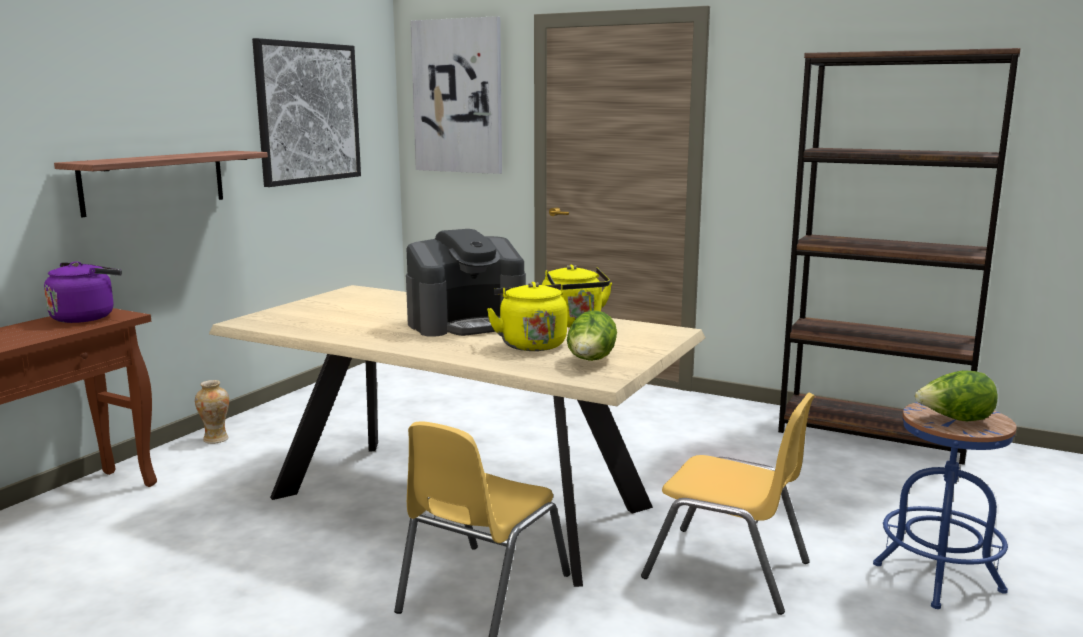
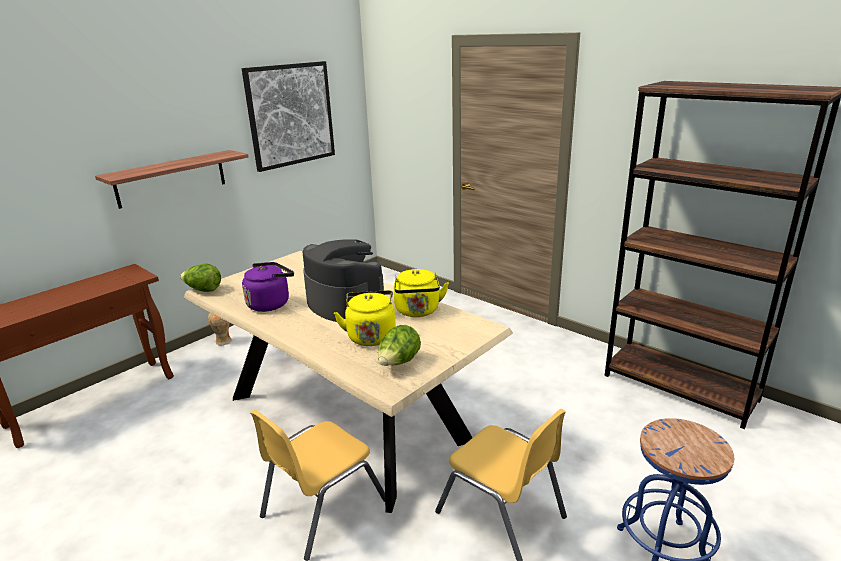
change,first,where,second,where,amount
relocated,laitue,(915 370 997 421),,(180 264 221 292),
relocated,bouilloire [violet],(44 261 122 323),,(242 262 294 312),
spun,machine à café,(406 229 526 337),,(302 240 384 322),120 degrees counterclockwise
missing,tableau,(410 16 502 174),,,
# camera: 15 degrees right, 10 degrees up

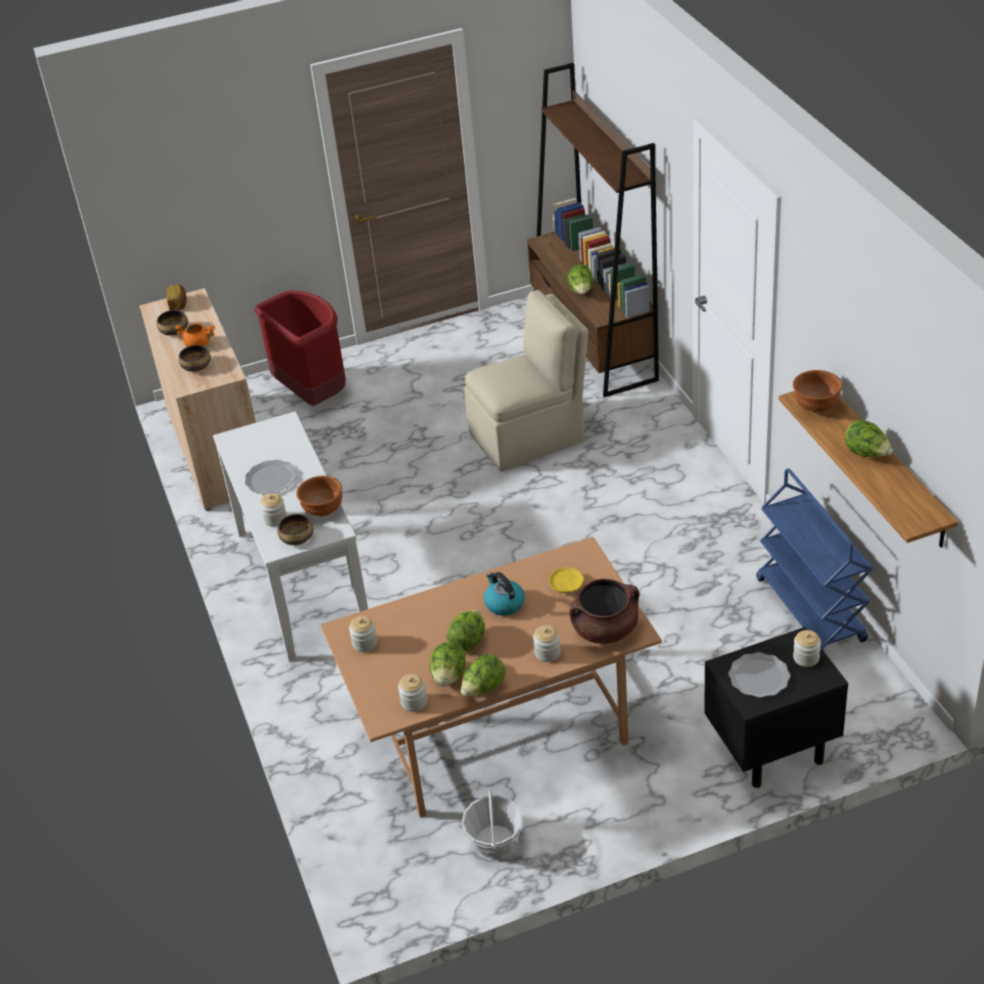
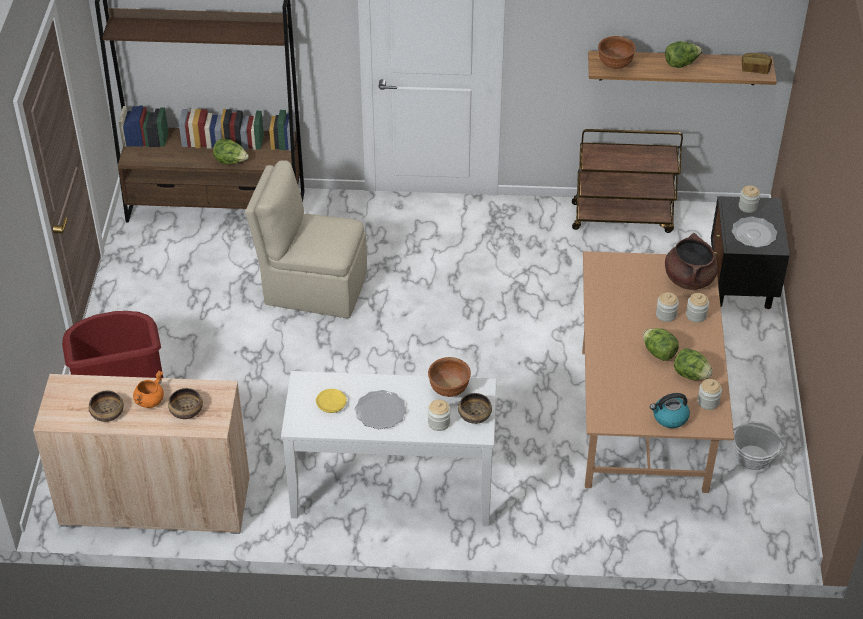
change,first,where,second,where,amount
spun,chaise [beige],(464 290 589 472),,(245 160 367 318),75 degrees counterclockwise
relocated,assiette [jaune],(549 567 584 593),,(316 389 347 413),
colour,chariot [bleu],(756 468 873 651),chariot [marron],(572 129 683 233),
relocated,bouilloire,(484 572 525 616),,(650 393 690 428),
relocated,bocal,(349 616 377 652),,(656 292 679 322),
relocated,pain,(167 285 187 310),,(742 53 772 74),
missing,laitue,(461 654 506 696),,,
# camera: 70 degrees left, 5 degrees up

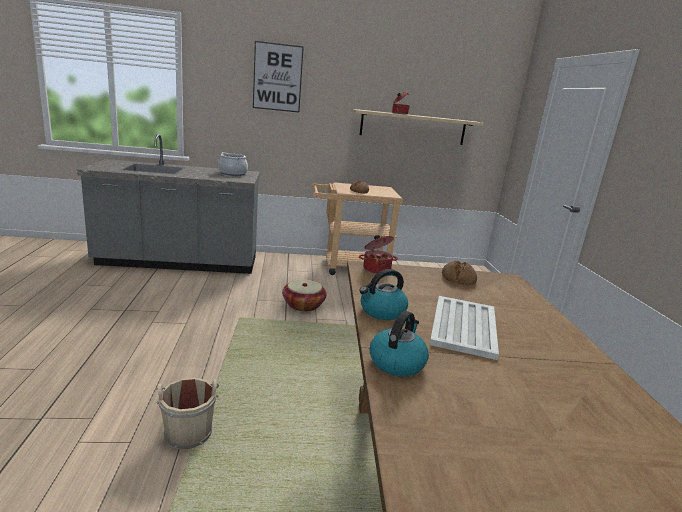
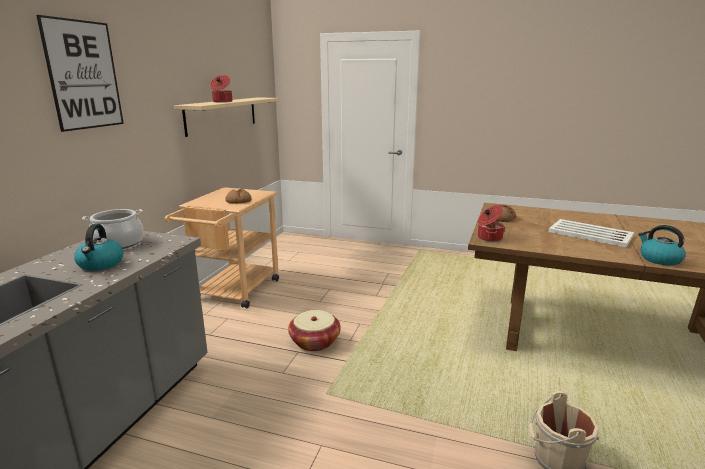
change,first,where,second,where,amount
relocated,bouilloire,(359 269 408 320),,(74 224 123 271),
# camera: 65 degrees left, 0 degrees up

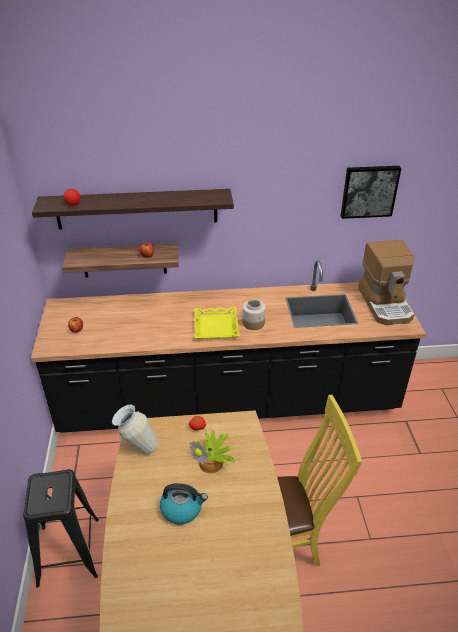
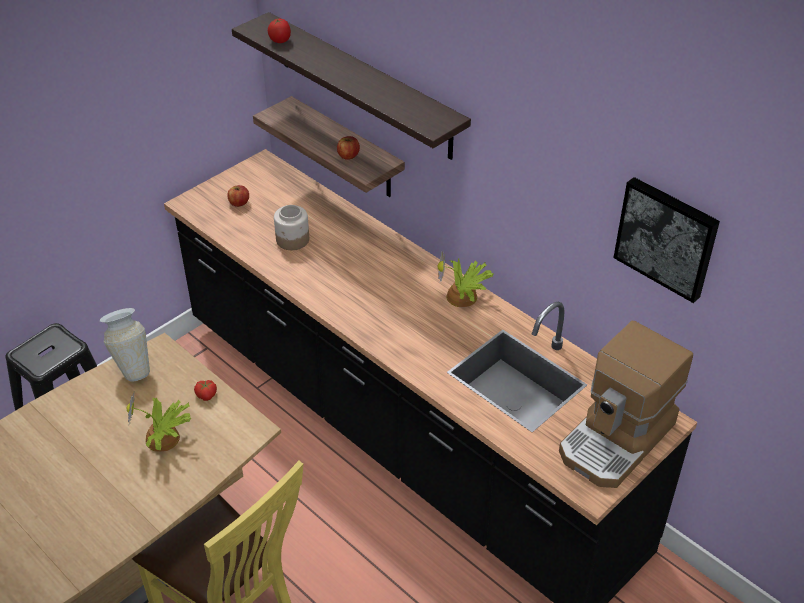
change,first,where,second,where,amount
relocated,bocal,(242 299 266 330),,(274 205 309 250),
appeared,,,plante en pot,(437 251 494 307),
missing,bouilloire,(160 483 208 525),,,
missing,plateau [jaune],(194 307 240 339),,,
# camera: 50 degrees right, 5 degrees up

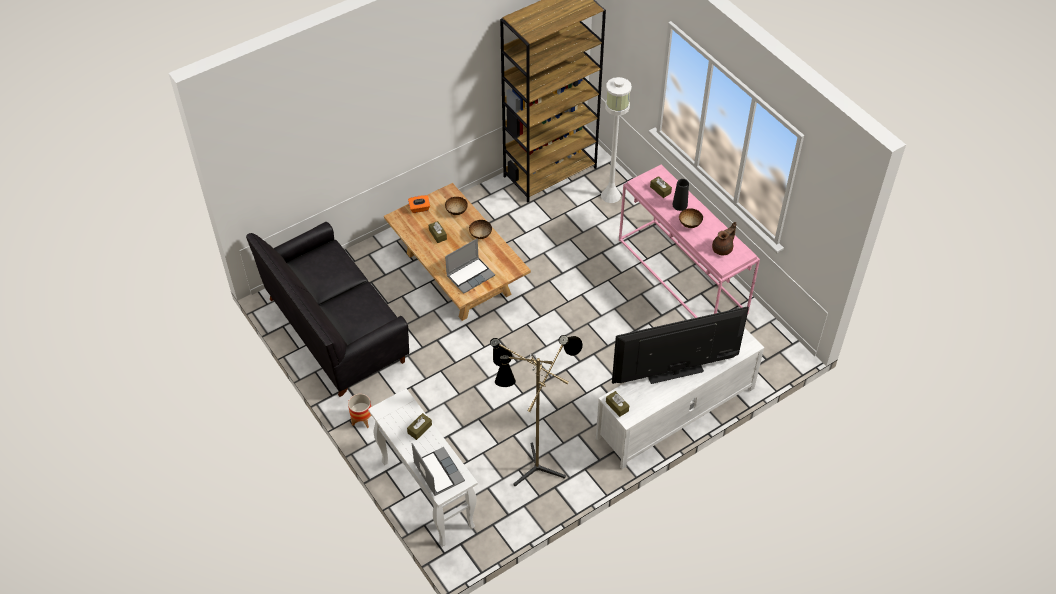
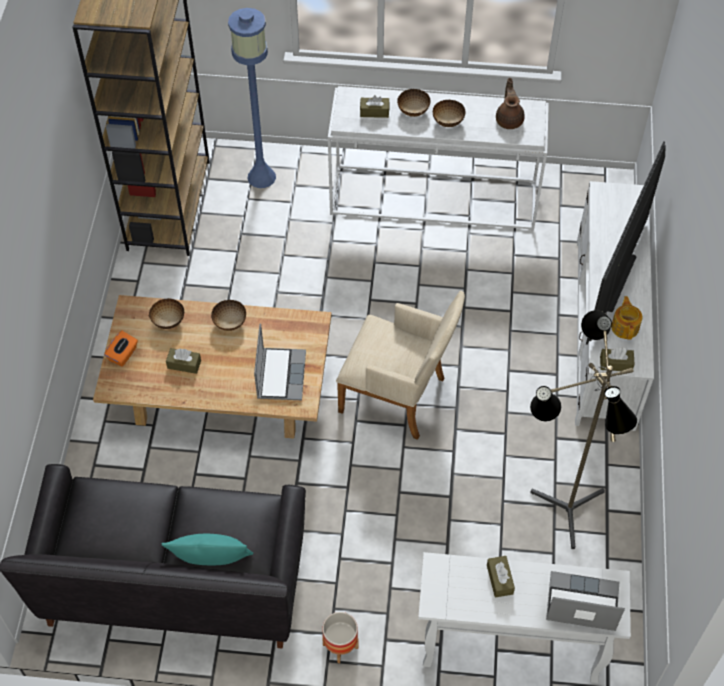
change,first,where,second,where,amount
appeared,,,coussin [turquoise],(162 534 253 565),
colour,lampadaire [blanc],(601 77 632 203),lampadaire [bleu],(228 8 276 188),
colour,table console [rose],(619 165 760 318),table console [blanc],(328 86 549 231),
appeared,,,fauteuil [beige],(336 291 465 440),
exchanged,vase [noir],(672 179 689 211),bol,(397 89 430 117),
appeared,,,théière,(611 296 642 340),
# camera: 50 degrees left, 5 degrees up

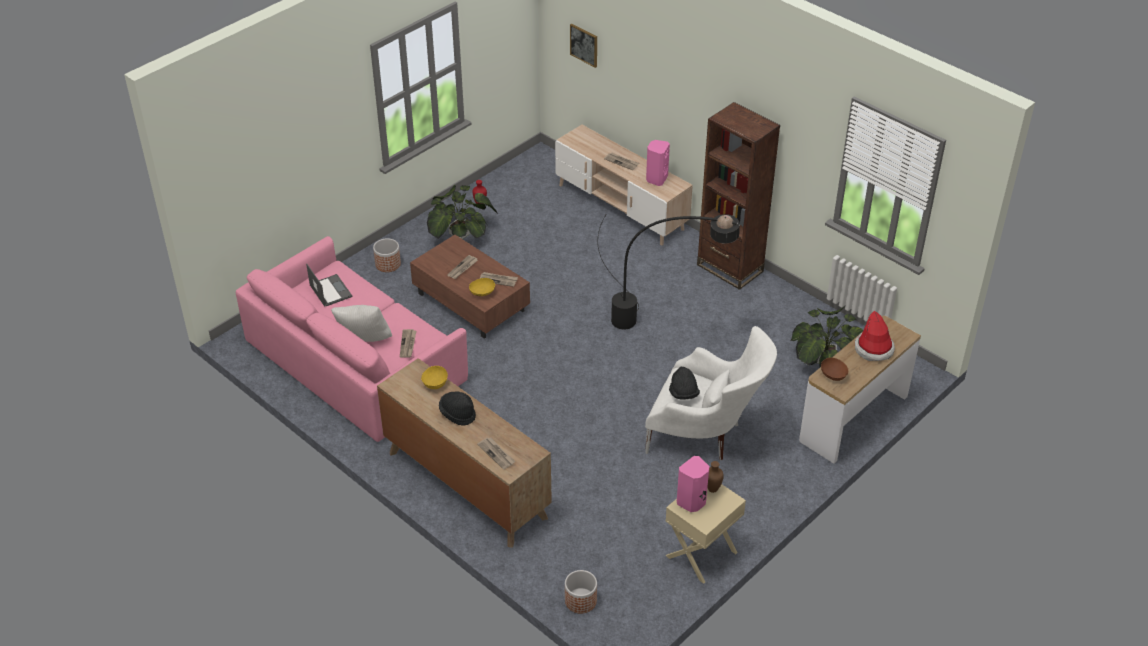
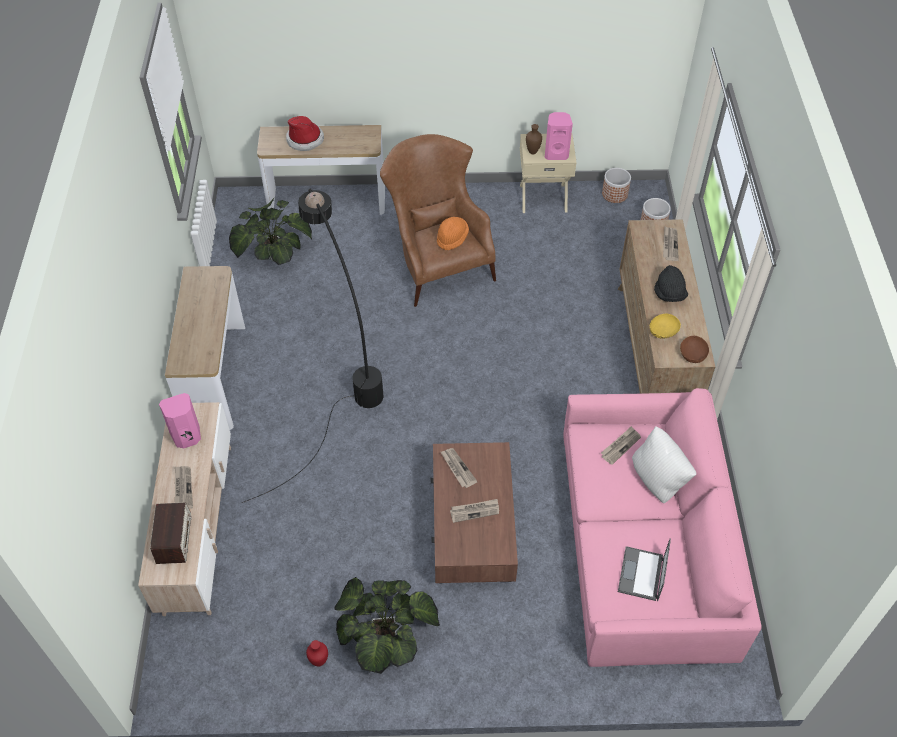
change,first,where,second,where,amount
appeared,,,radio,(150 502 192 564),
exchanged,bibliothèque [marron],(697 102 780 290),table console,(165 266 245 430),
colour,fauteuil [blanc],(645 326 777 461),fauteuil [marron],(380 134 496 307),
colour,chapeau [noir],(669 366 700 400),chapeau [orange],(437 217 469 250),
relocated,cache-pot,(373 238 401 272),,(602 168 631 203),
relocated,bol [marron],(821 358 849 381),,(680 336 709 363),
missing,bol [jaune],(469 278 495 296),,,
missing,tableau,(570 24 597 68),,,
# camera: 135 degrees left, 10 degrees up

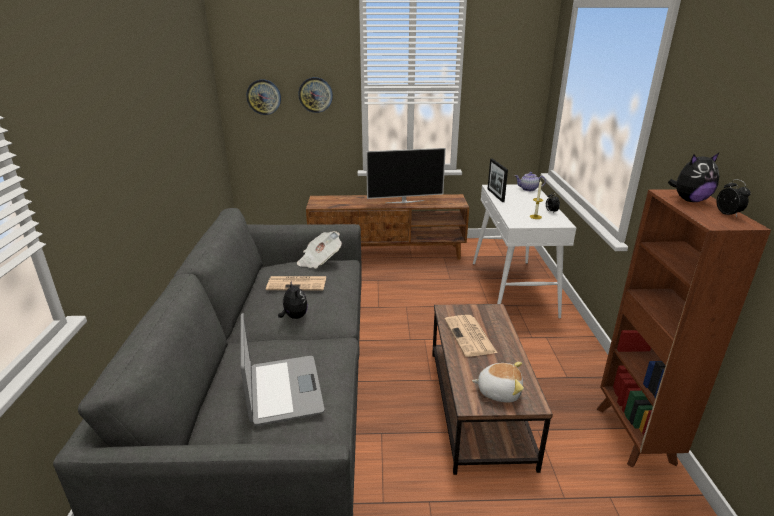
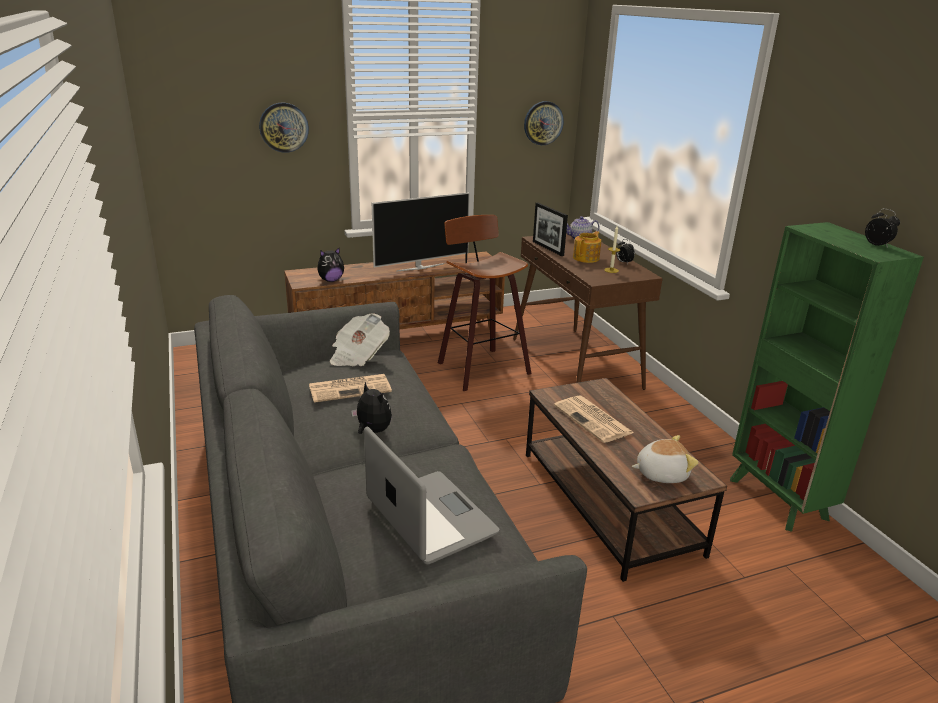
change,first,where,second,where,amount
relocated,peluche,(668 153 719 202),,(317 247 344 282),
appeared,,,tabouret,(438 215 531 391),
colour,table console [blanc],(473 185 576 319),table console [marron],(513 233 663 390),
relocated,horloge murale,(246 79 281 115),,(524 101 564 145),
appeared,,,théière,(573 231 601 263),
colour,bibliothèque [marron],(596 189 771 467),bibliothèque [vert],(730 222 924 532),
# camera: 20 degrees left, 0 degrees up

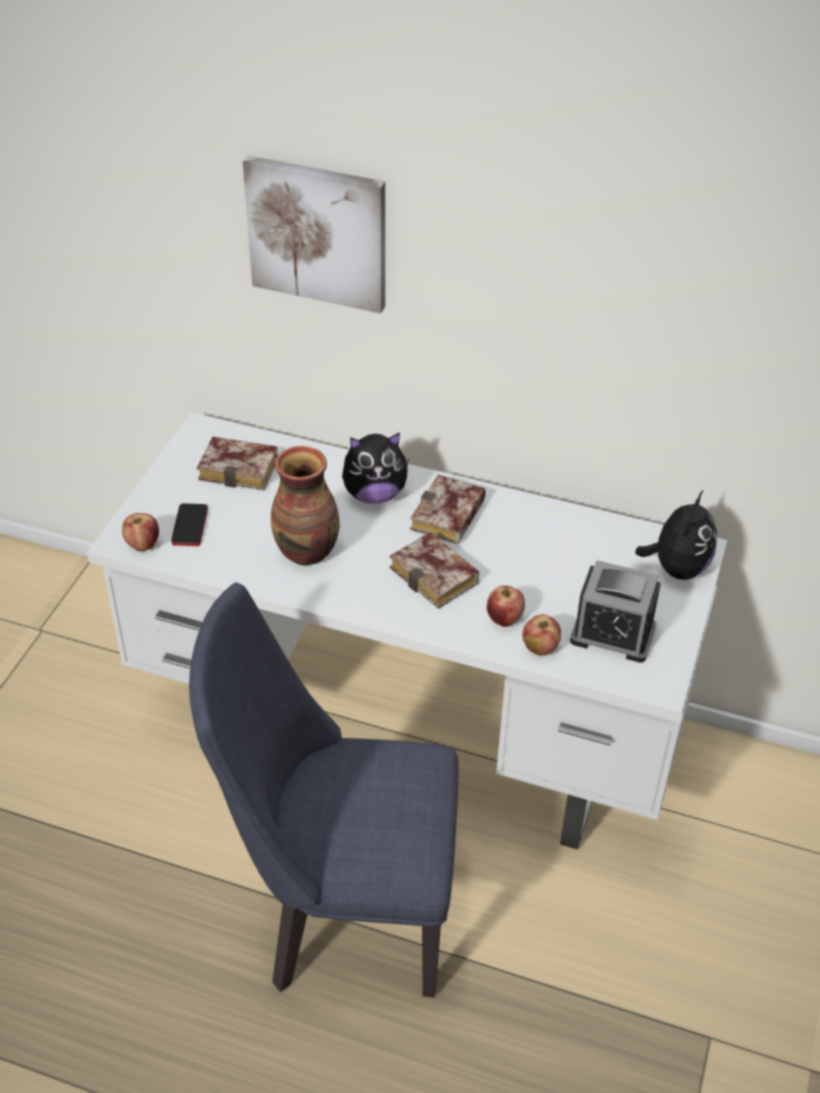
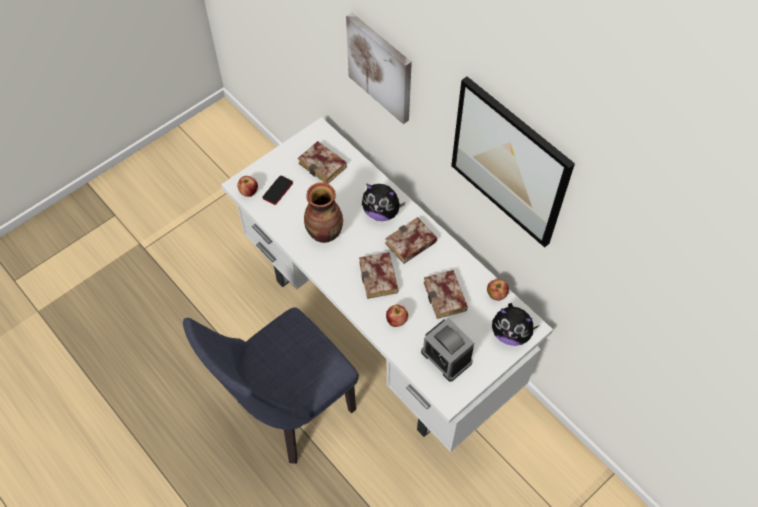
change,first,where,second,where,amount
spun,chaise [bleu],(189 582 459 997),,(183 307 359 464),75 degrees counterclockwise
appeared,,,livre,(423 270 468 319),
appeared,,,tableau,(451 76 575 248),
relocated,pomme,(522 614 561 656),,(487 279 509 301),
spun,peluche,(635 491 717 580),,(492 303 539 346),60 degrees clockwise
# camera: 30 degrees right, 15 degrees up

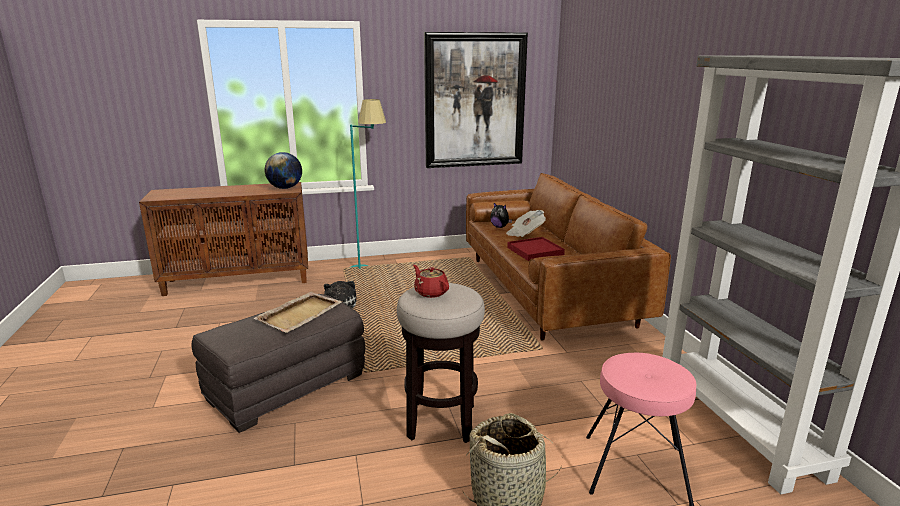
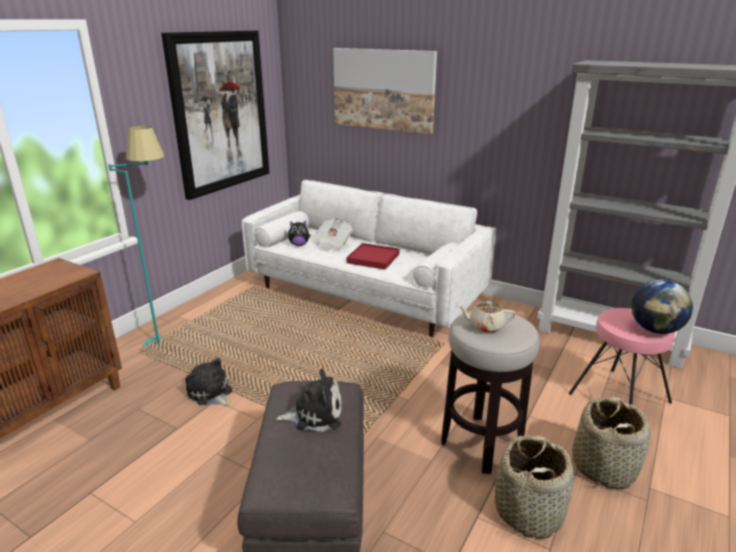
change,first,where,second,where,amount
colour,canapé [marron],(466 173 671 341),canapé [blanc],(242 180 496 337),
exchanged,plateau [beige],(253 292 342 333),peluche,(276 369 342 432),
appeared,,,tableau,(333 48 437 134),
colour,théière [rouge],(413 265 449 298),théière [beige],(458 301 516 333),
appeared,,,panier,(495 436 574 539),
relocated,globe,(265 152 302 189),,(631 279 693 334),
# camera: 45 degrees left, 5 degrees up

